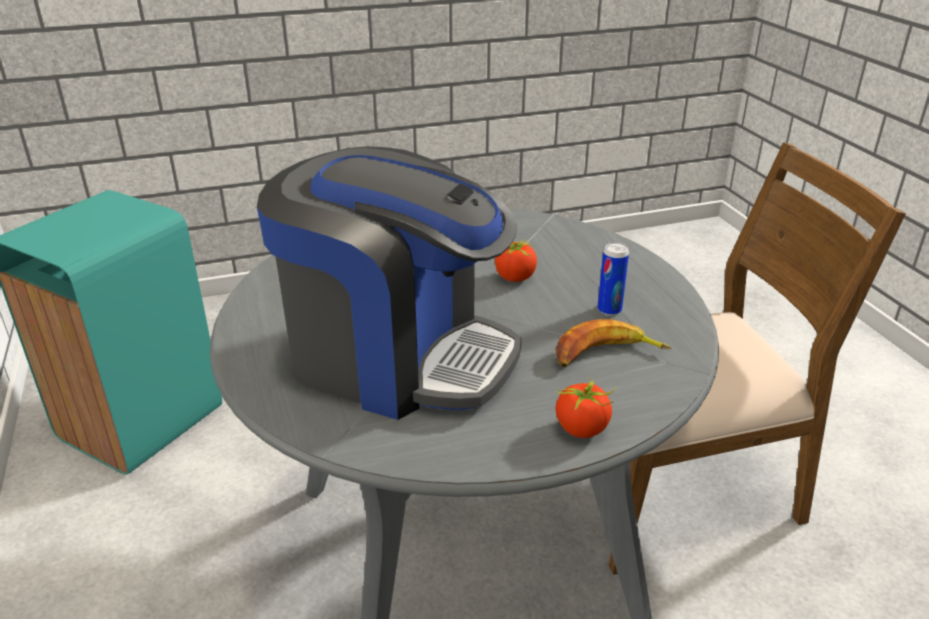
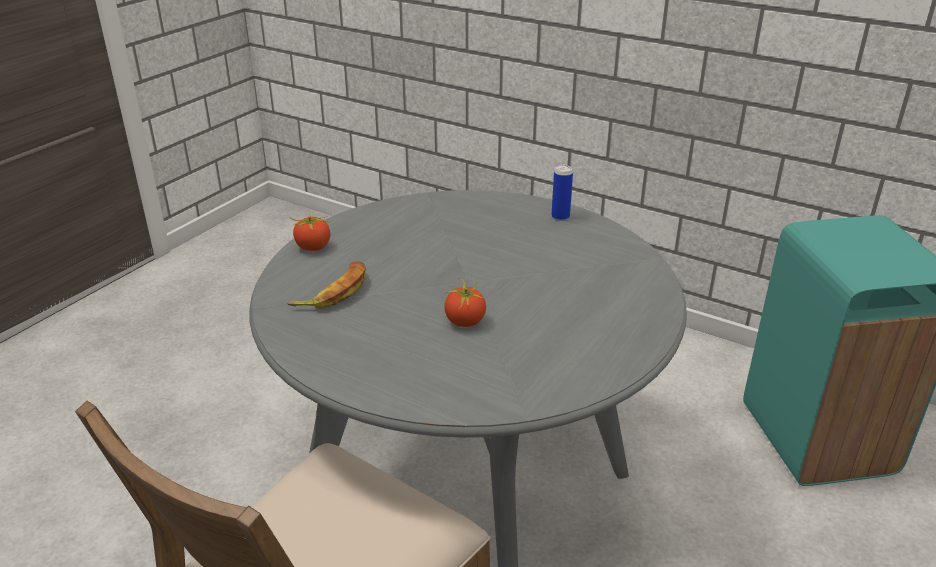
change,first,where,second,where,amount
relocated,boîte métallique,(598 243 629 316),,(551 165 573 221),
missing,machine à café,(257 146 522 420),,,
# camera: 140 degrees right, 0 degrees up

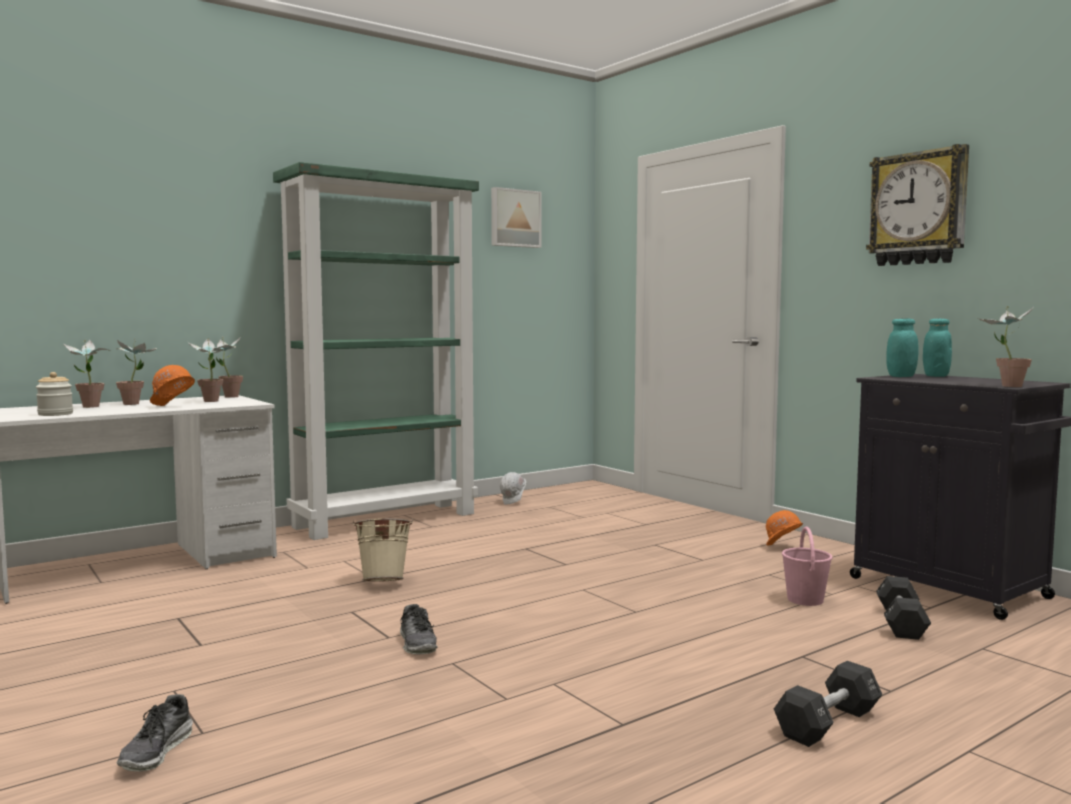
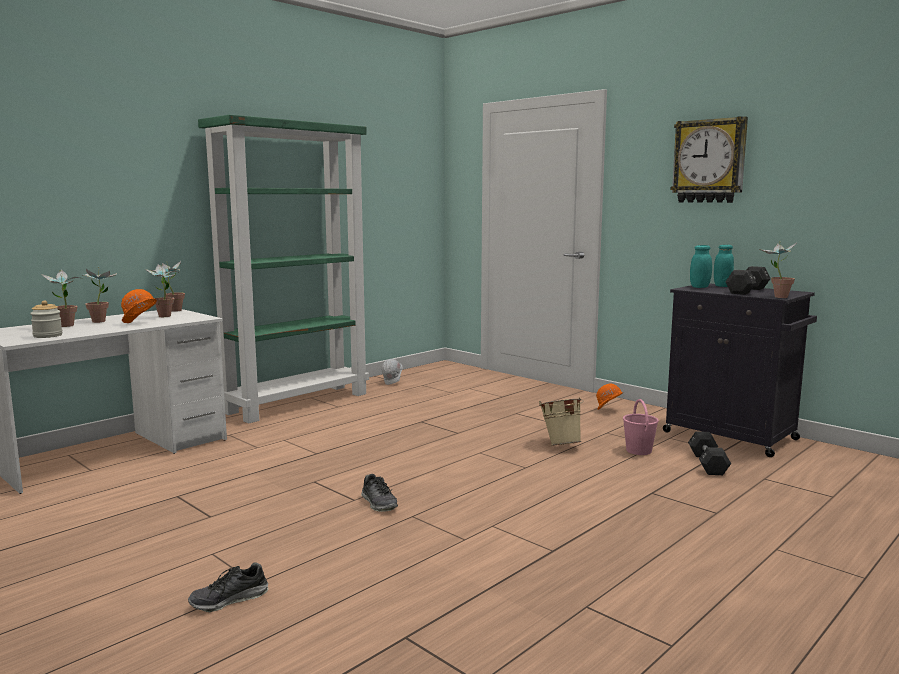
change,first,where,second,where,amount
spun,chaussure,(116 694 193 771),,(188 562 268 613),60 degrees clockwise
relocated,seau [beige],(353 518 413 582),,(539 397 584 446),
relocated,haltère [noir],(774 661 883 747),,(725 266 771 295),
missing,tableau,(491 187 541 248),,,
# camera: 10 degrees left, 5 degrees up

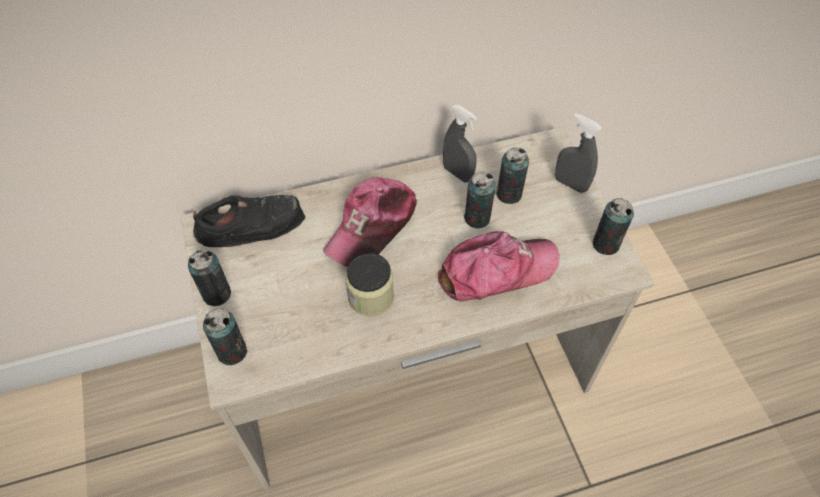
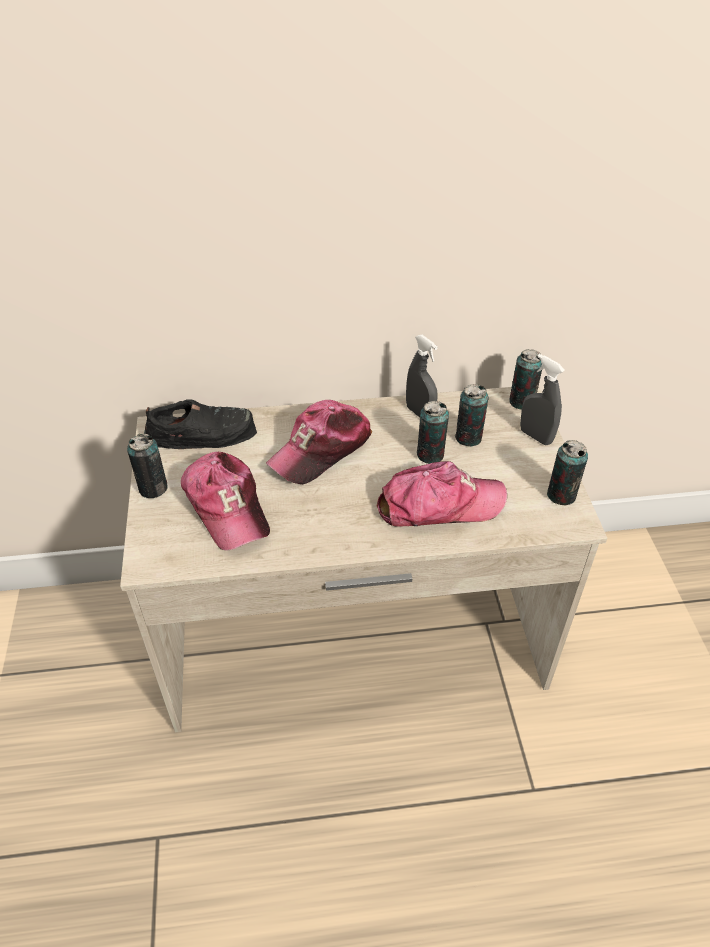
change,first,where,second,where,amount
appeared,,,casquette,(181 452 270 550),
relocated,boîte métallique,(203 309 247 365),,(509 349 542 410),
missing,bocal,(346 253 394 316),,,
# camera: 10 degrees right, 10 degrees down

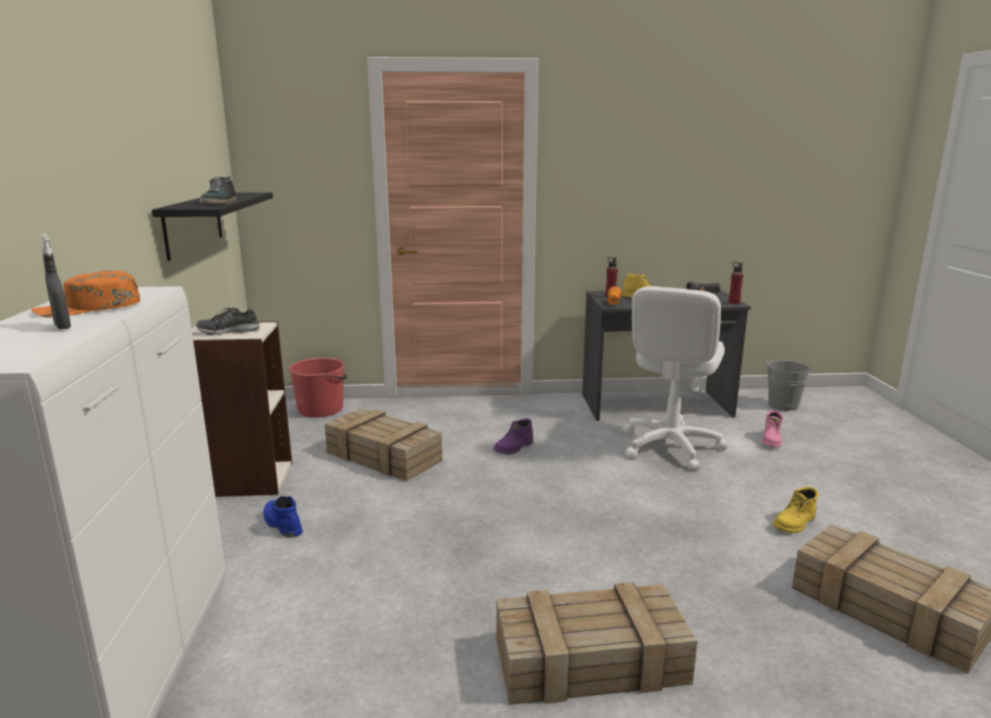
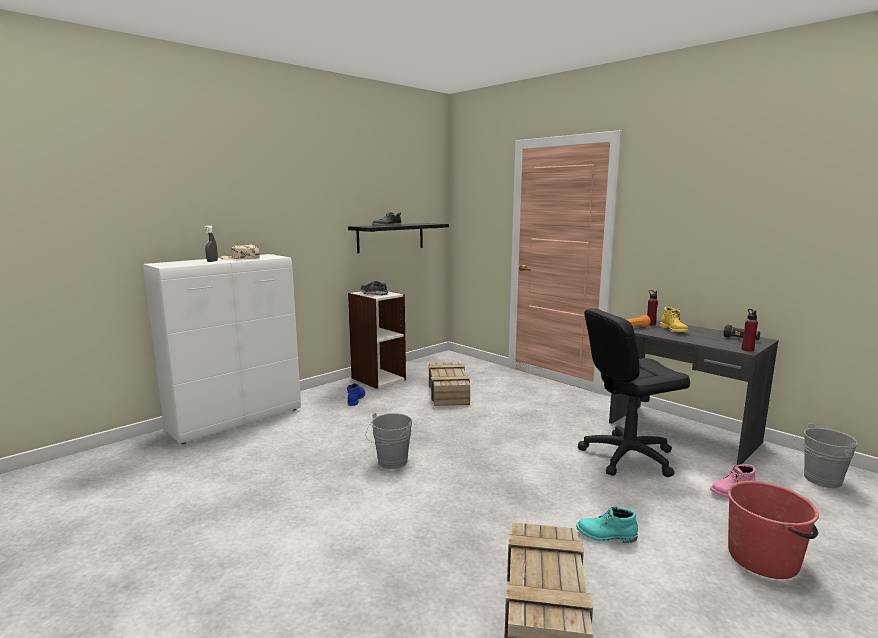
change,first,where,second,where,amount
colour,casquette [orange],(31 270 140 318),casquette [beige],(221 245 260 260),
appeared,,,seau [gris],(365 413 413 469),
colour,botte [jaune],(773 487 818 533),botte [turquoise],(576 506 638 543),
colour,chaise de bureau [blanc],(622 286 728 470),chaise de bureau [noir],(578 308 690 477),
relocated,seau [rouge],(288 358 347 417),,(728 481 819 579),
missing,botte [violet],(493 418 533 454),,,
missing,caisse,(496 582 697 705),,,
# camera: 50 degrees right, 5 degrees down

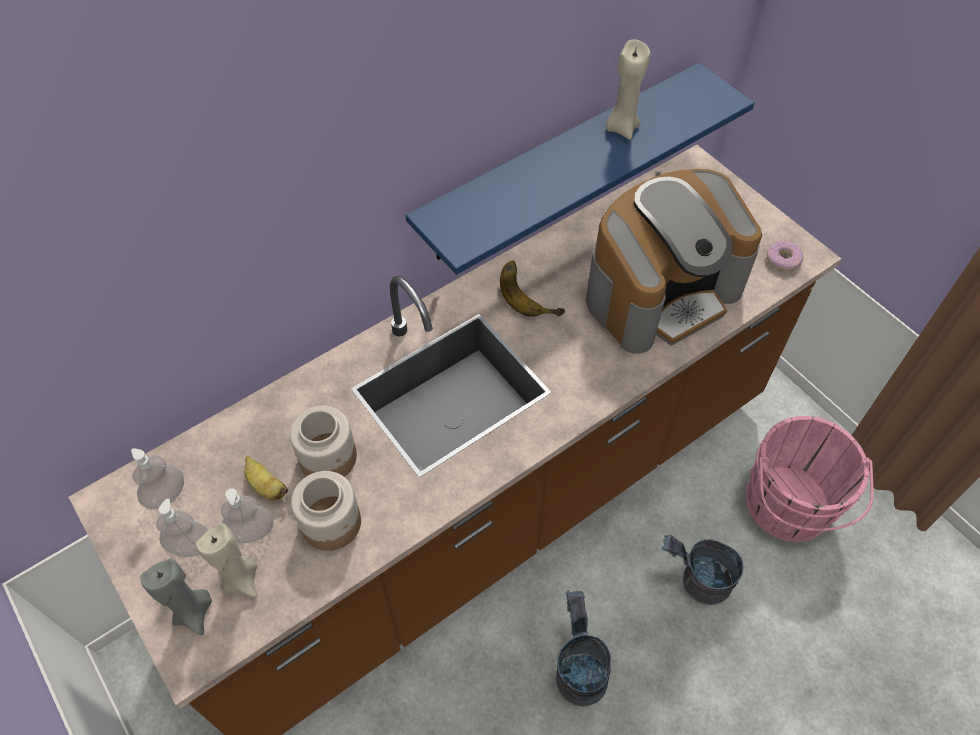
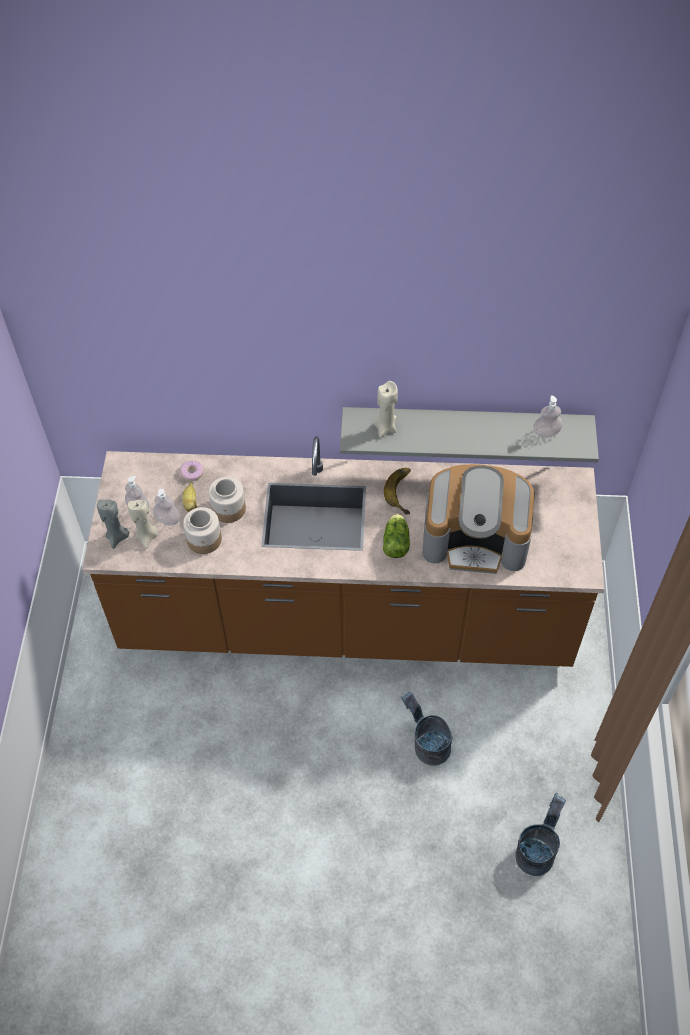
change,first,where,second,where,amount
relocated,beignet,(767 241 803 271),,(180 460 204 481),
colour,étagère [bleu],(405 63 754 275),étagère [gris],(340 407 599 462),
relocated,bougie [beige],(606 39 650 140),,(373 381 398 437),
appeared,,,laitue,(383 514 410 558),
relocated,seau [gris],(556 590 611 707),,(515 793 566 876),
relocated,distributeur de savon,(131 448 184 510),,(533 395 563 438),
missing,seau [rose],(745 416 874 542),,,
# camera: 40 degrees right, 0 degrees up

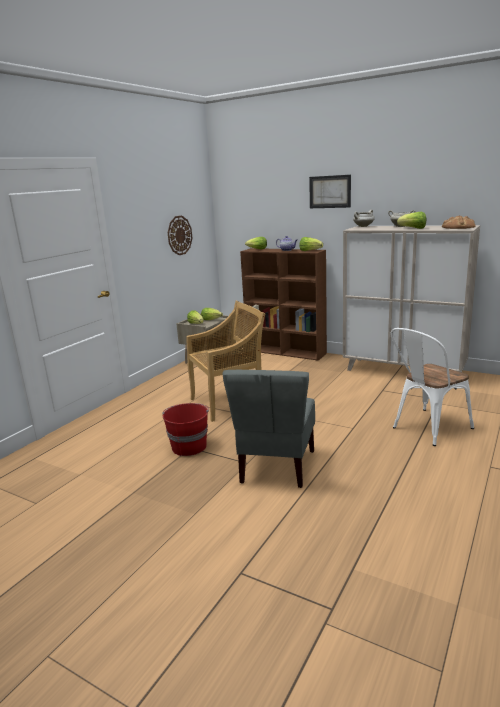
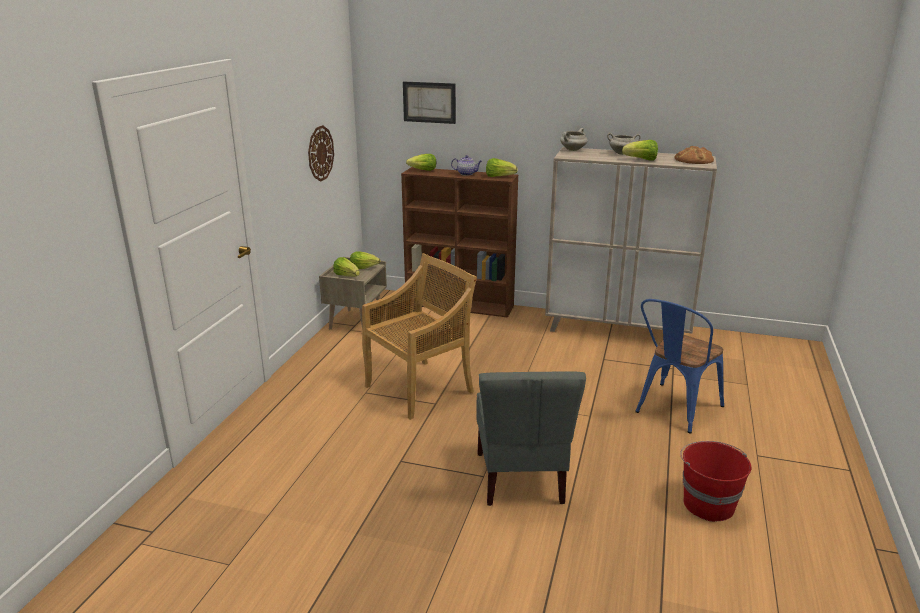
change,first,where,second,where,amount
relocated,tableau,(309 175 351 208),,(403 82 456 124),
colour,chaise [blanc],(390 328 474 446),chaise [bleu],(635 299 724 434),
relocated,seau [rouge],(163 403 209 456),,(680 441 751 522),
# camera: 15 degrees left, 5 degrees up

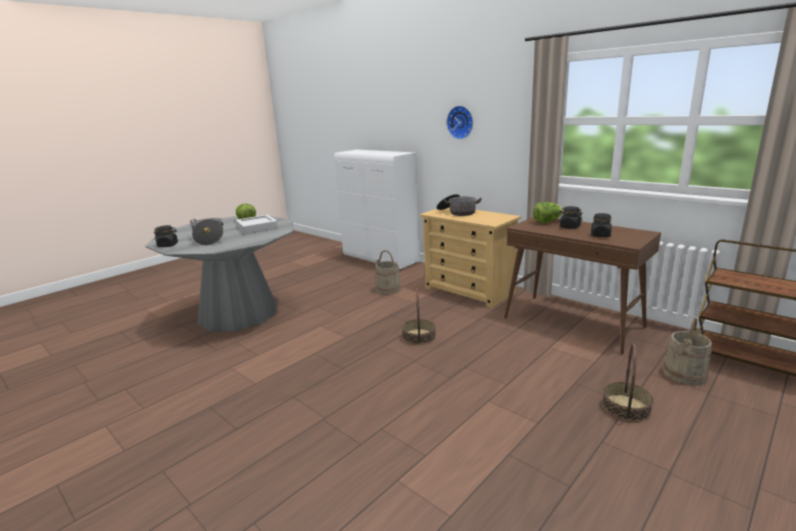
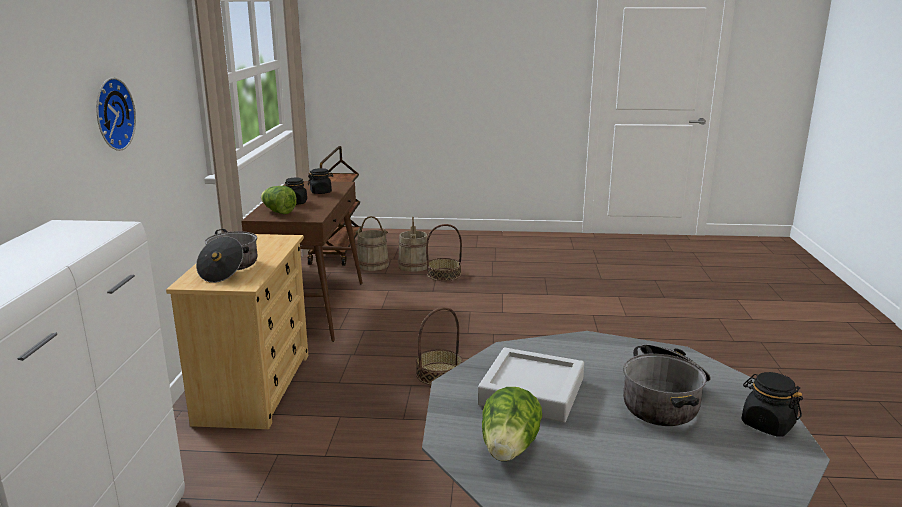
change,first,where,second,where,amount
relocated,seau [beige],(375 250 401 295),,(398 217 429 272),
# camera: 130 degrees left, 0 degrees up

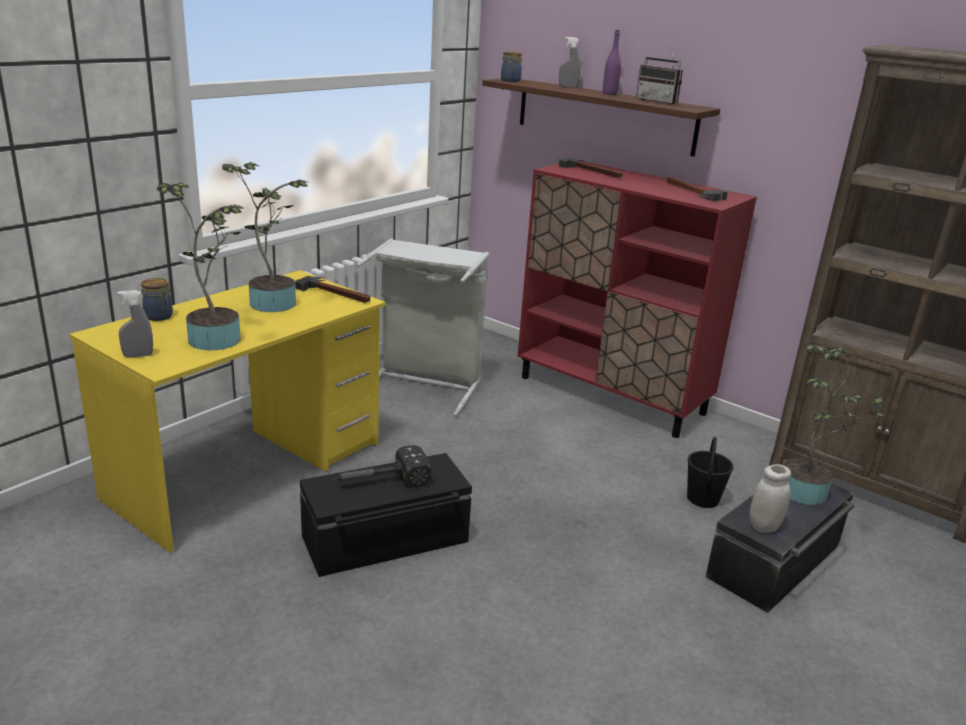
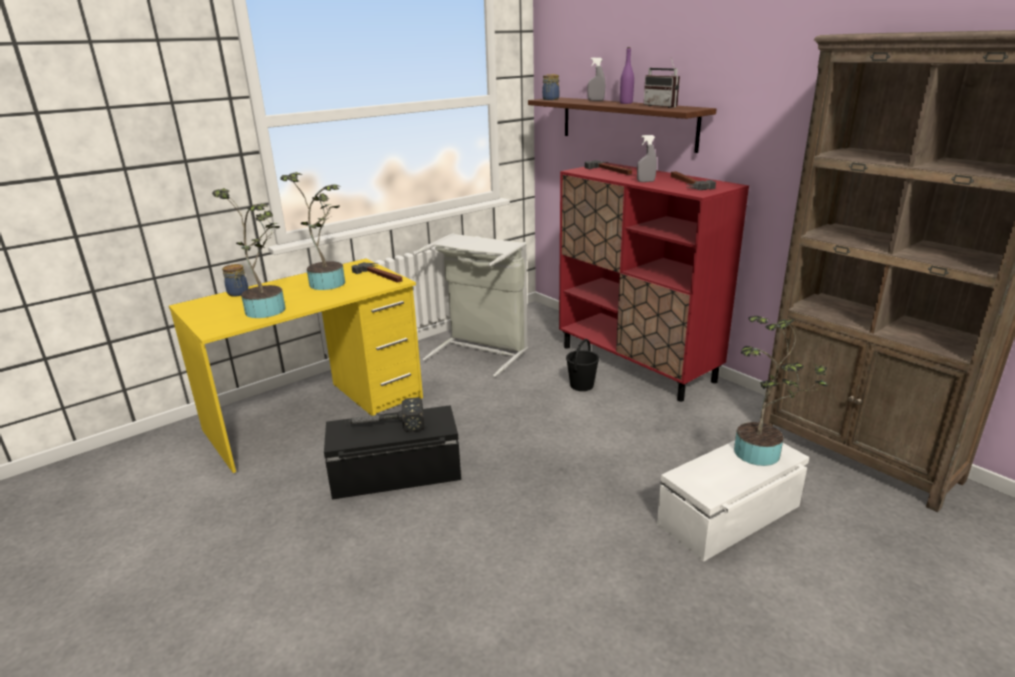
change,first,where,second,where,amount
relocated,seau [noir],(687 437 734 508),,(566 339 599 391),
relocated,vaporisateur [gris],(118 290 153 357),,(637 135 657 182),
colour,boîte de rangement [noir],(705 483 854 613),boîte de rangement [blanc],(657 440 810 562),
missing,bocal [blanc],(750 464 791 533),,,
# camera: 15 degrees right, 0 degrees up

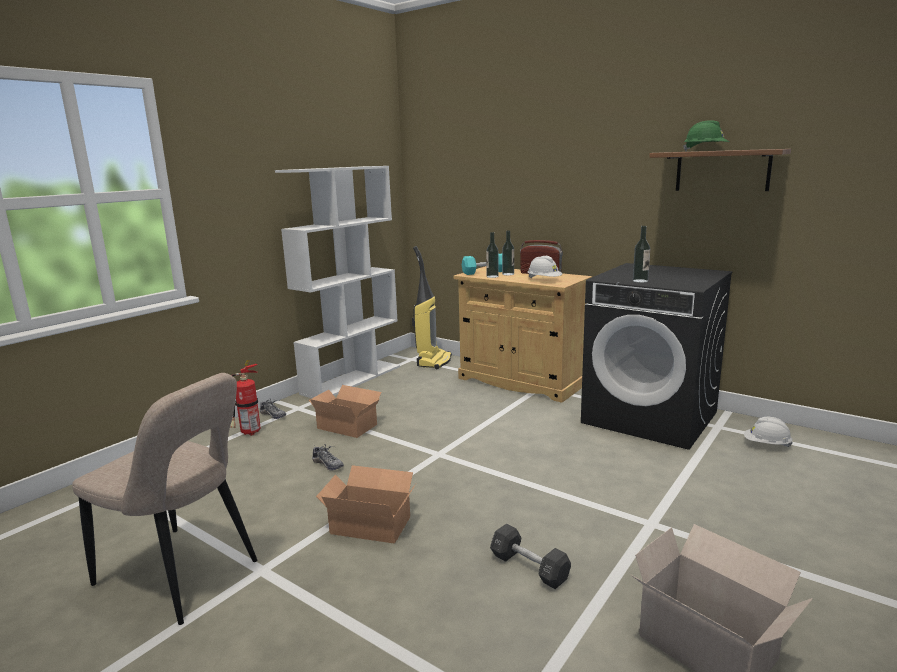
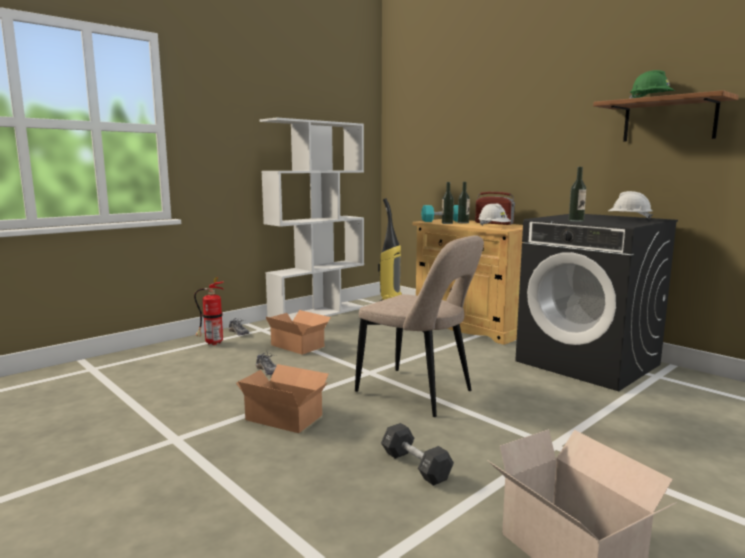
change,first,where,second,where,amount
relocated,chaise [beige],(72 373 257 625),,(355 235 484 417),
relocated,casque de chantier [blanc],(744 417 793 447),,(608 191 653 220),
# camera: 10 degrees right, 5 degrees down

